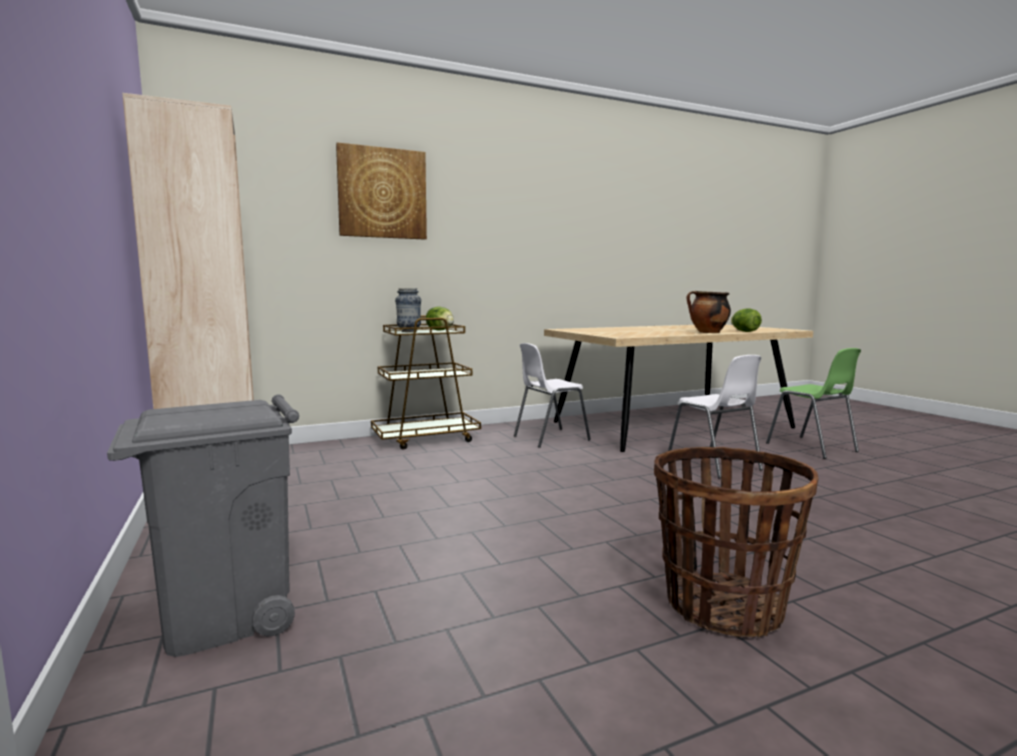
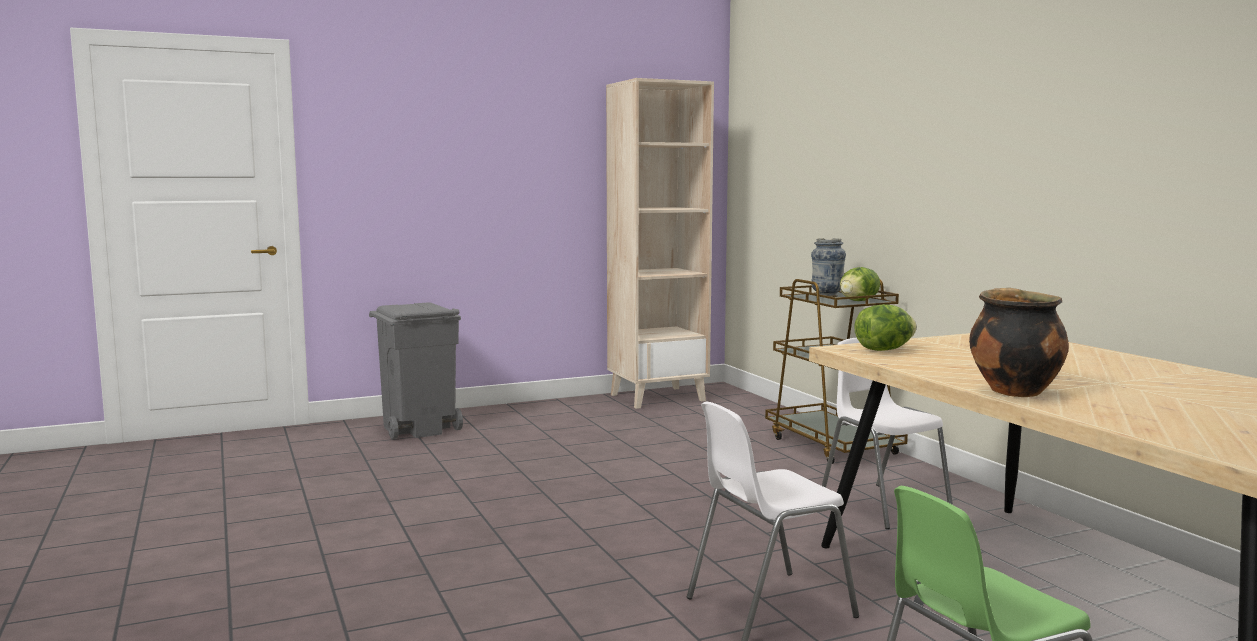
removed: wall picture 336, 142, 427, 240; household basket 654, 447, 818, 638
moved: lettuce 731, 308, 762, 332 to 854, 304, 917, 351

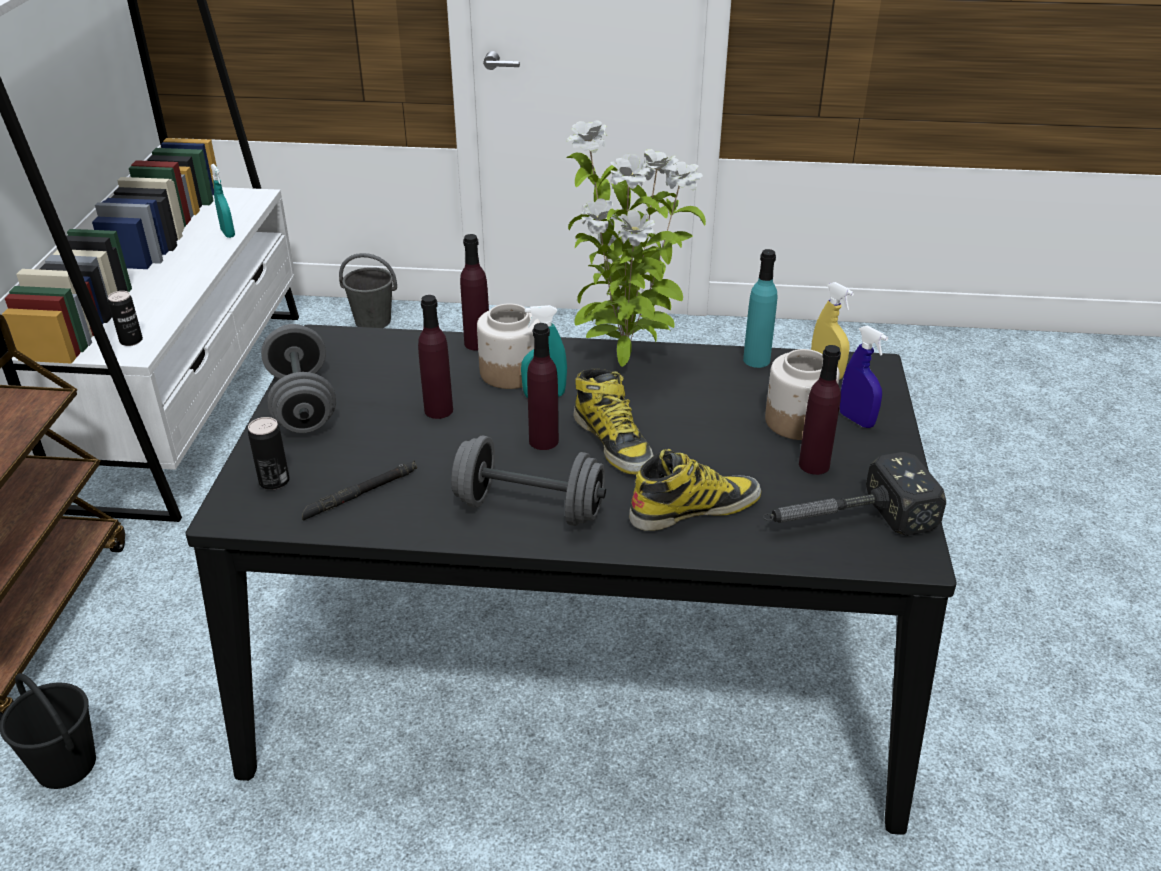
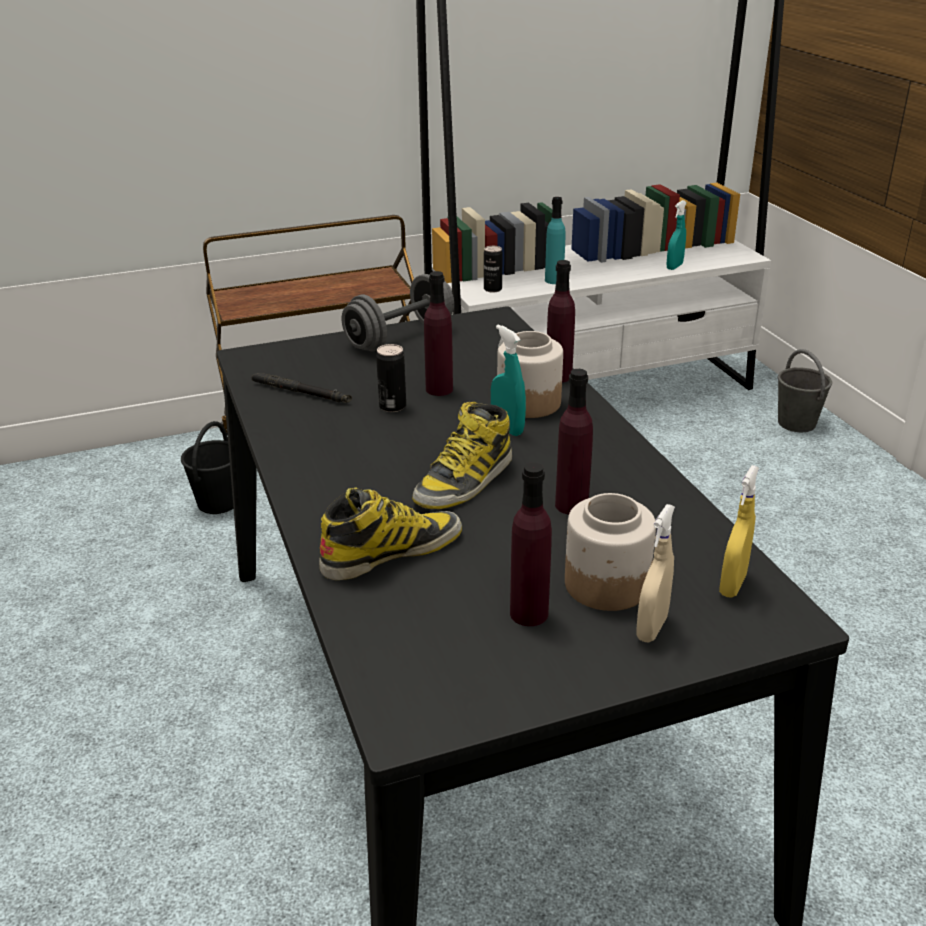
removed: potted plant 566, 120, 706, 367; dumbbell (grey) 451, 435, 606, 526; hand hammer 763, 452, 946, 536
moved: bottle (blue-green) 743, 249, 777, 368 to 545, 197, 565, 284; bottle (purplish) 527, 323, 559, 450 to 555, 369, 593, 514; metal can 248, 417, 290, 490 to 376, 344, 406, 412
recoloured: spray bottle (blue-coloured) 840, 325, 888, 428 to spray bottle (beige) 636, 504, 675, 642
turned: boot 629, 449, 761, 531 = 319, 487, 462, 580 75 degrees counterclockwise

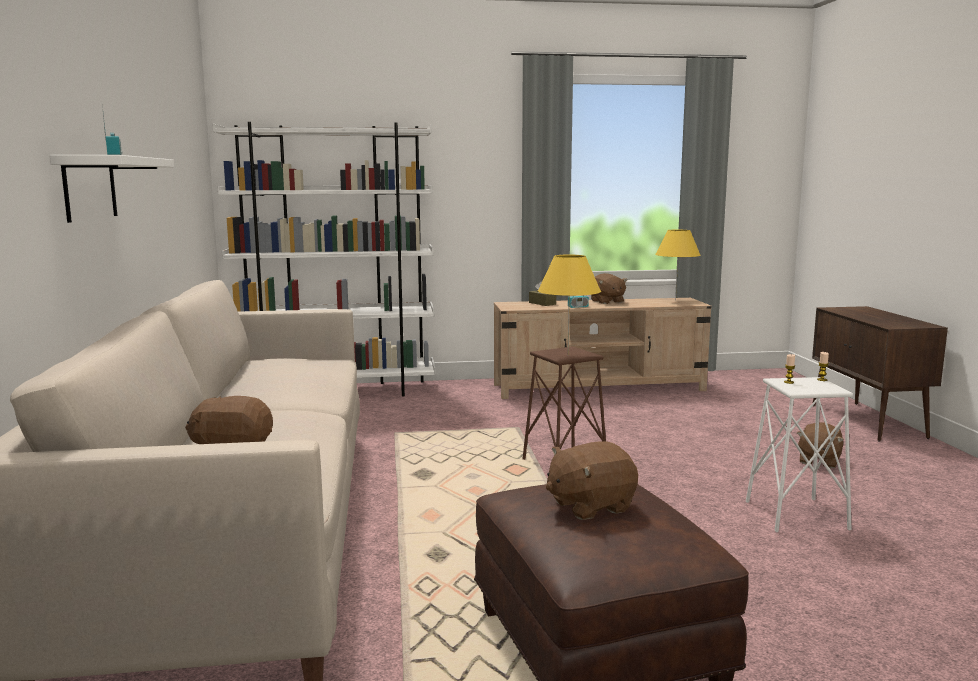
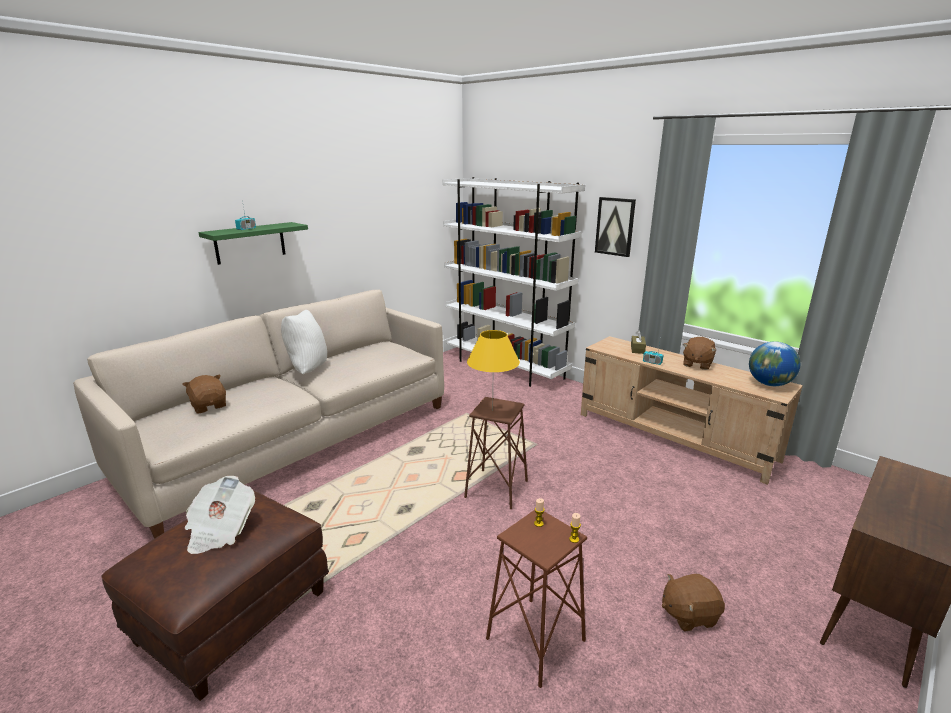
added: wall picture 595, 197, 636, 257; throw pillow (white) 281, 310, 327, 374
replaced: table lamp (yellowish) 655, 230, 701, 301 to world globe 749, 342, 800, 386; cuddly toy (brownish) 546, 442, 638, 520 to daily paper 185, 476, 255, 554
recoloured: shelf (white) 50, 155, 174, 223 to shelf (greenish) 199, 222, 308, 265; stool seat (white) 746, 377, 853, 532 to stool seat (brownish) 486, 510, 587, 688

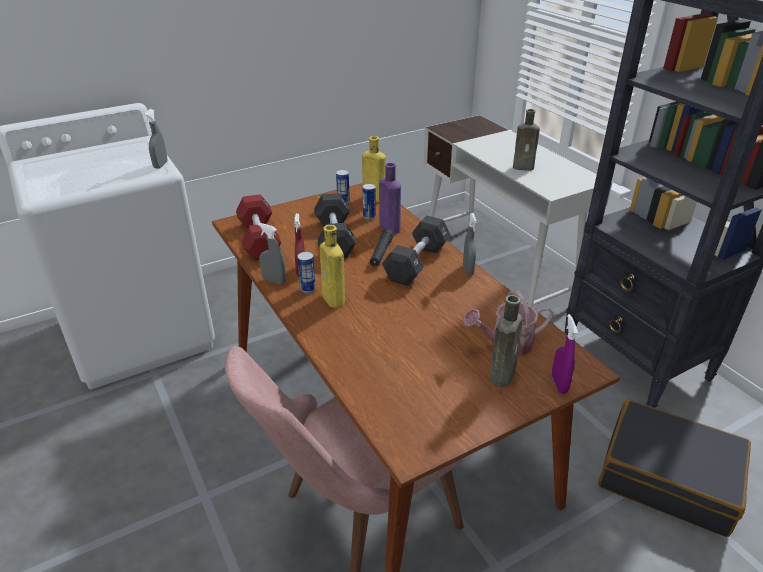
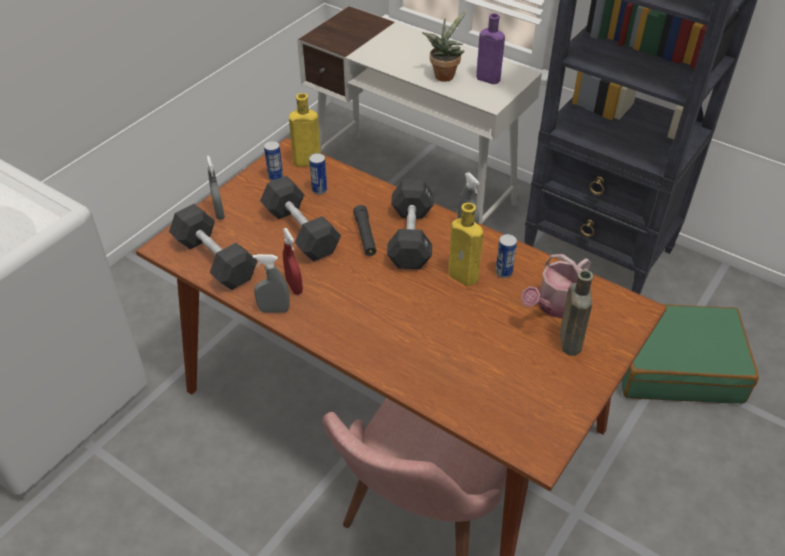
removed: spray bottle (purplish) 552, 314, 578, 394
moved: spray bottle (grey) 144, 109, 168, 169 to 206, 155, 225, 220; bottle (purplish) 379, 163, 401, 234 to 476, 13, 505, 84; bottle (yellowish) 320, 225, 345, 308 to 448, 203, 483, 286; metal can 297, 252, 316, 293 to 495, 234, 517, 278
replaced: bottle (brownish) 513, 109, 540, 171 to potted plant 422, 10, 467, 82
recoloured: dumbbell (red-coloured) 236, 194, 281, 261 to dumbbell (black-coloured) 169, 204, 258, 290; travel case (black-coloured) 598, 400, 751, 537 to travel case (greenish) 621, 304, 759, 404

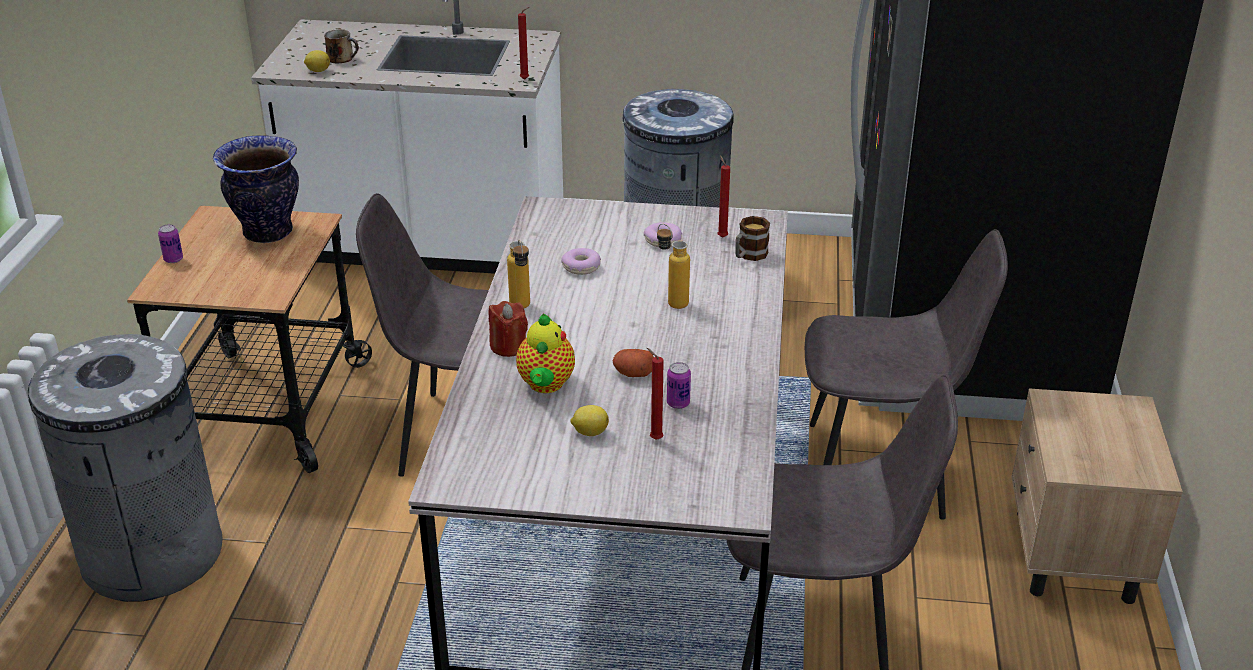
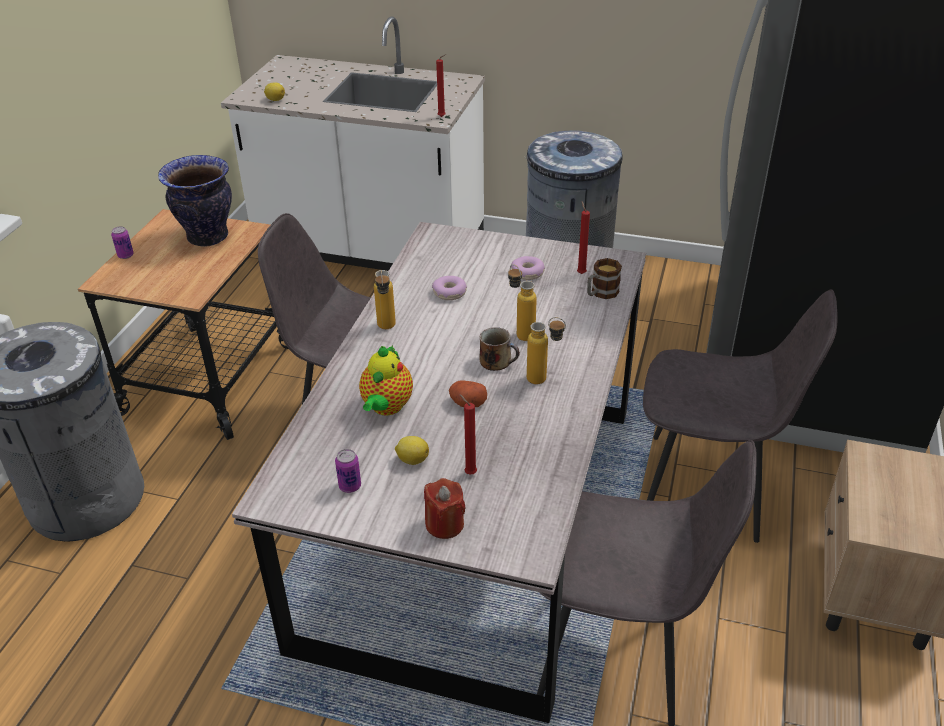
added: bottle 527, 317, 566, 384
moved: mug 324, 29, 359, 63 to 479, 327, 520, 371; wax candle (red-coloured) 488, 301, 528, 357 to 424, 478, 466, 539; metal can 667, 362, 691, 409 to 335, 449, 361, 493

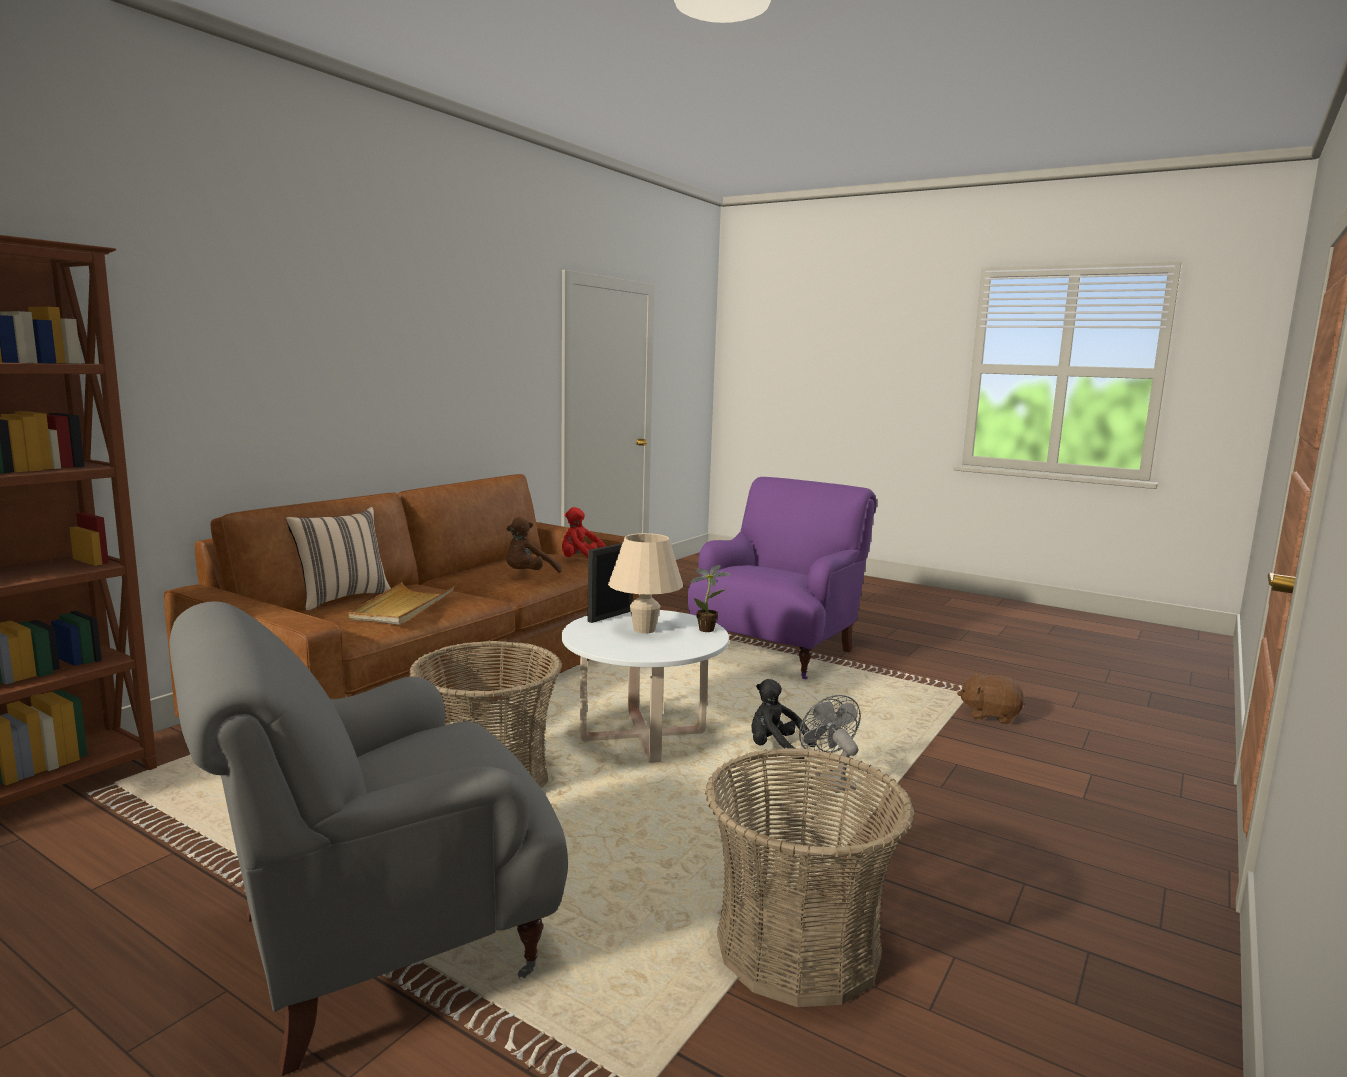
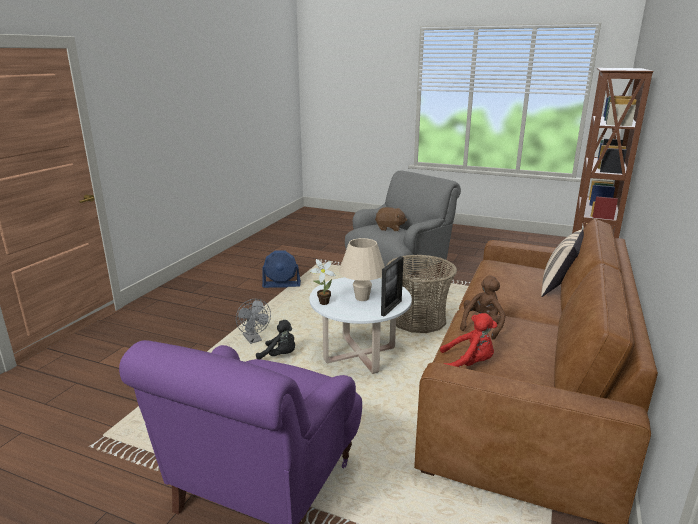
removed: carrying tray (beige) 349, 582, 454, 625
moved: cuddly toy (brownish) 957, 672, 1025, 725 to 375, 207, 407, 231
replaced: household basket 705, 748, 914, 1007 to fan (blue-coloured) 262, 251, 301, 288

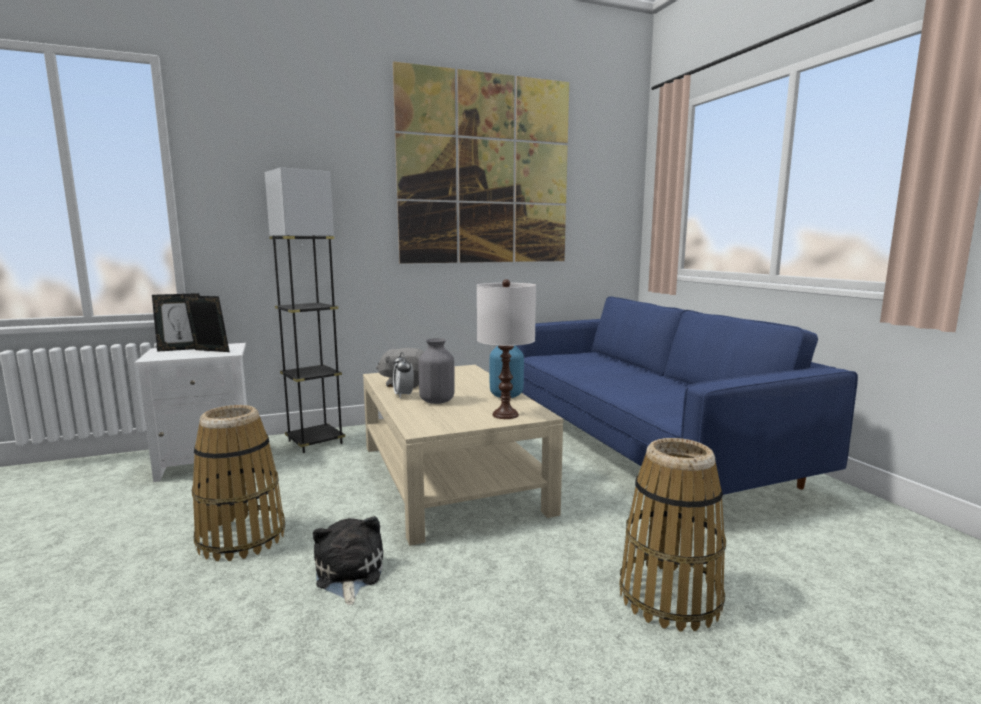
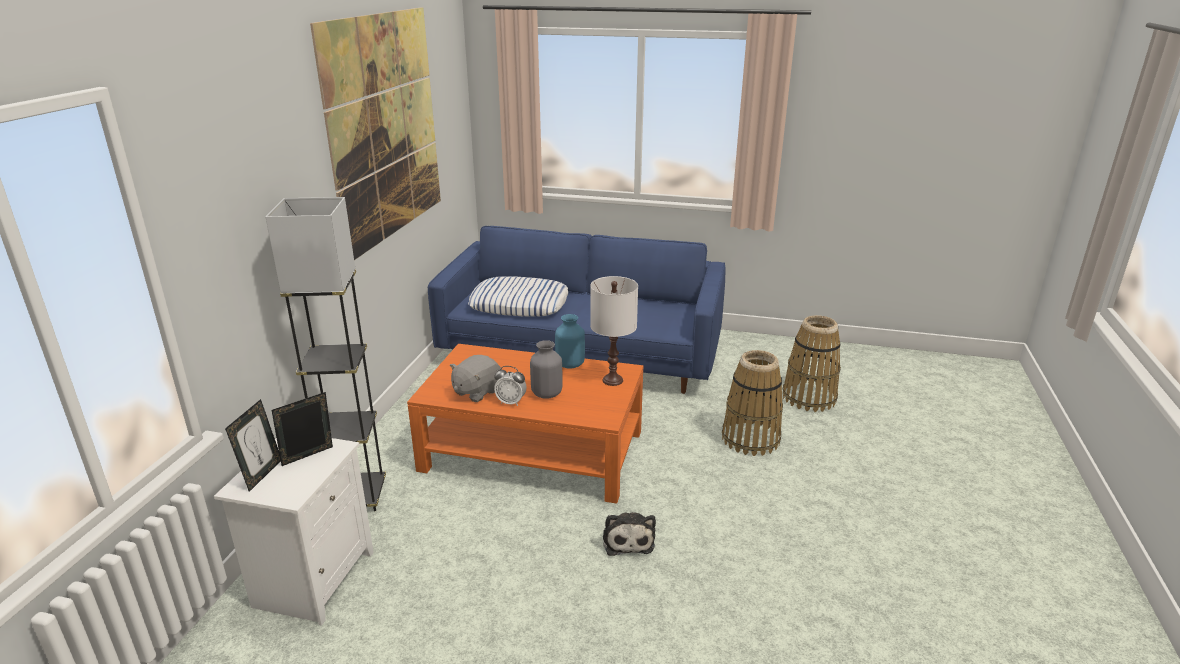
added: throw pillow 468, 276, 568, 316
moved: household basket 192, 405, 285, 561 to 782, 315, 841, 412
recoloured: lounge table (beige) 363, 365, 563, 546 to lounge table (orange-coloured) 407, 344, 643, 504
turned: cuddly toy 313, 516, 383, 605 = 603, 512, 656, 556 120 degrees counterclockwise

